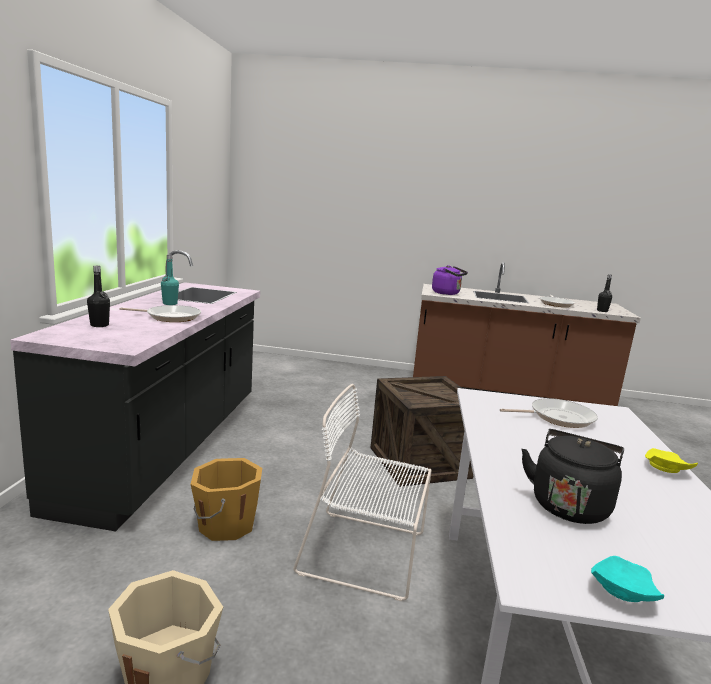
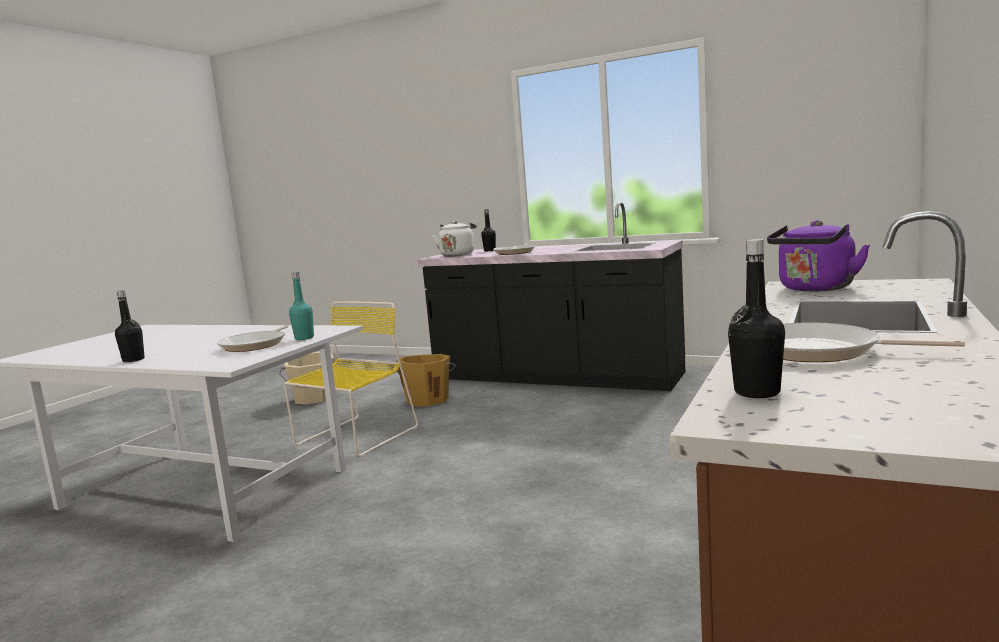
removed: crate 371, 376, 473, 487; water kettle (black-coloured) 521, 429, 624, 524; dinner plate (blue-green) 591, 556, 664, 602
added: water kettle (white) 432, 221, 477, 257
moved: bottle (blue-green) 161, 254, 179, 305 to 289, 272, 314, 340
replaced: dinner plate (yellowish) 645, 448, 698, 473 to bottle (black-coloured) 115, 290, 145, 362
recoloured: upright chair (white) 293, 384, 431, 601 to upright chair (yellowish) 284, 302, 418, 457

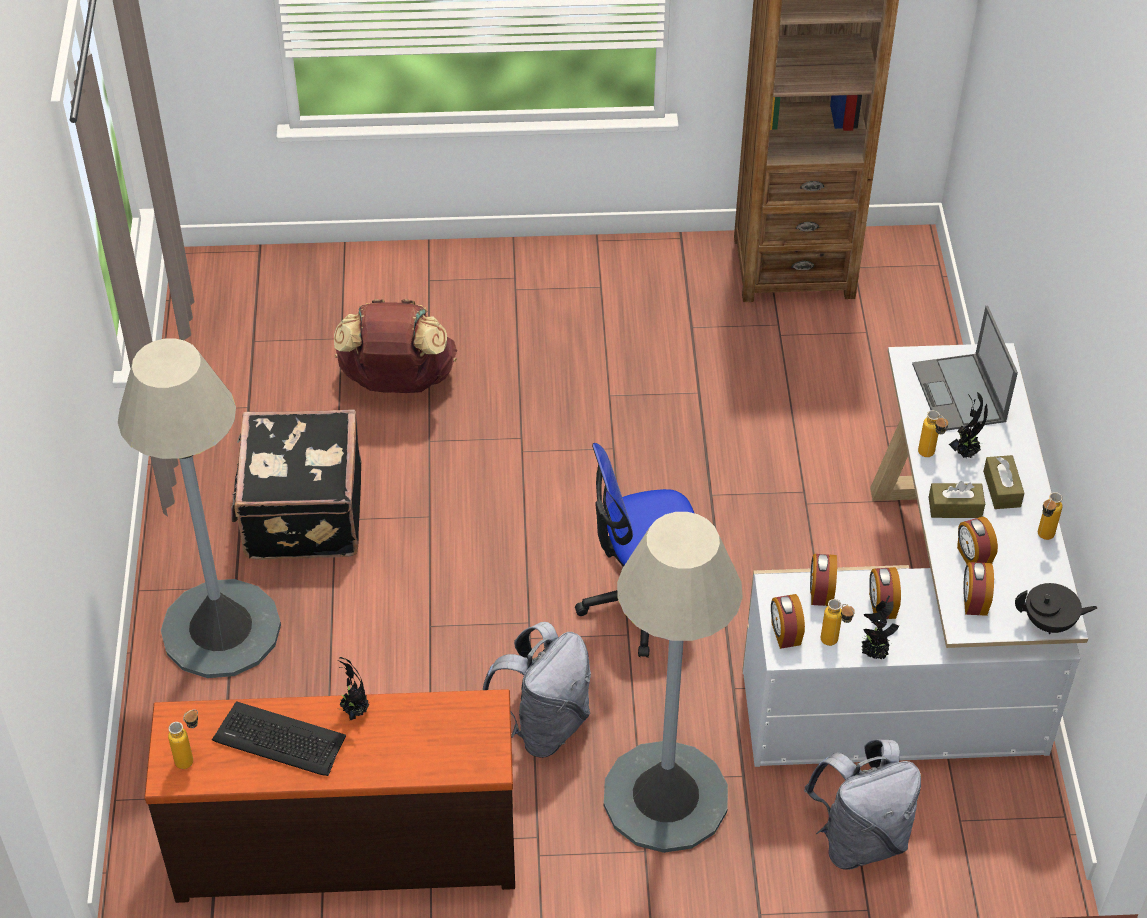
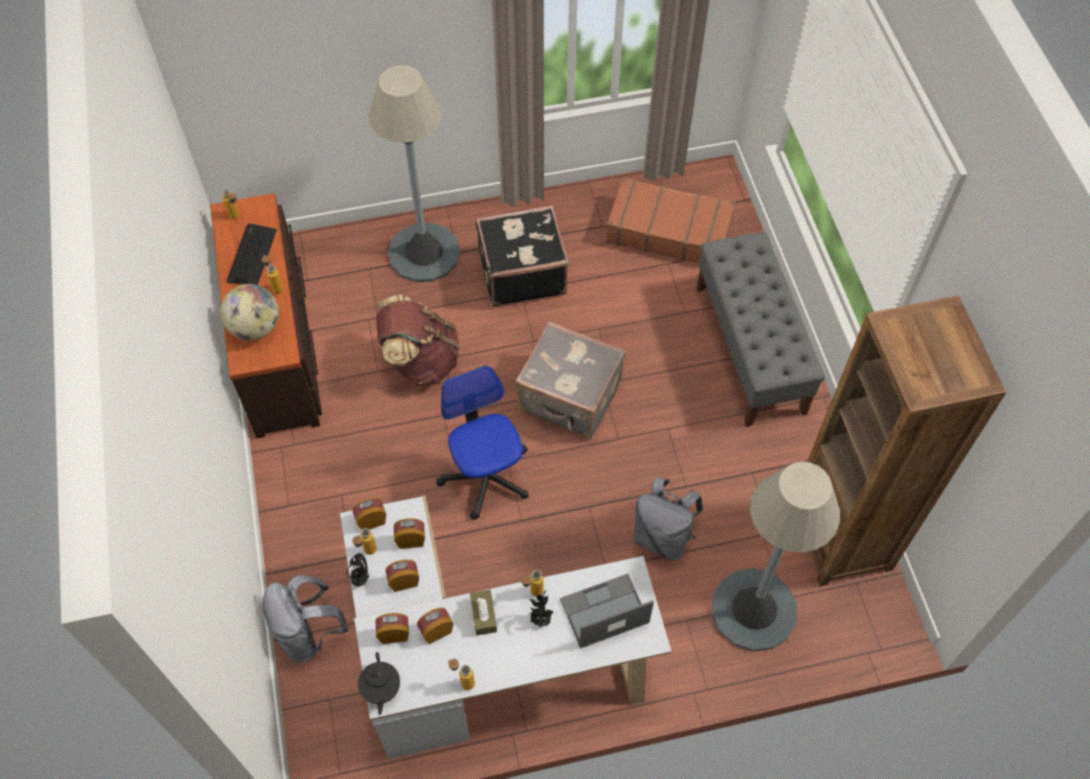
removed: tissue holder (brownish) 983, 455, 1025, 509
added: travel case (brownish) 606, 177, 735, 264; indoor bench (grey) 696, 232, 825, 427; world globe 221, 284, 279, 340; travel case (grey) 515, 322, 625, 439
moved: rucksack (brownish) 334, 299, 457, 393 to 376, 295, 460, 386; standing lamp (grey) 604, 512, 743, 853 to 712, 462, 840, 651; rucksack (grey) 483, 622, 591, 758 to 633, 478, 703, 561
replaced: potted plant 338, 657, 370, 720 to bottle 262, 254, 283, 294

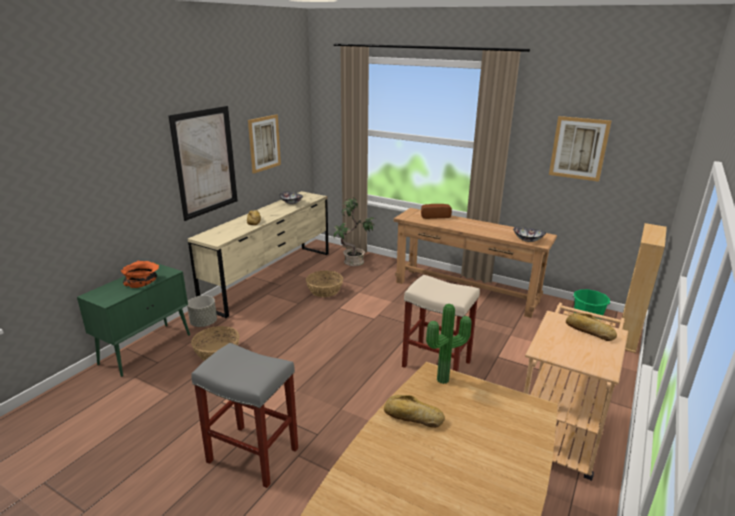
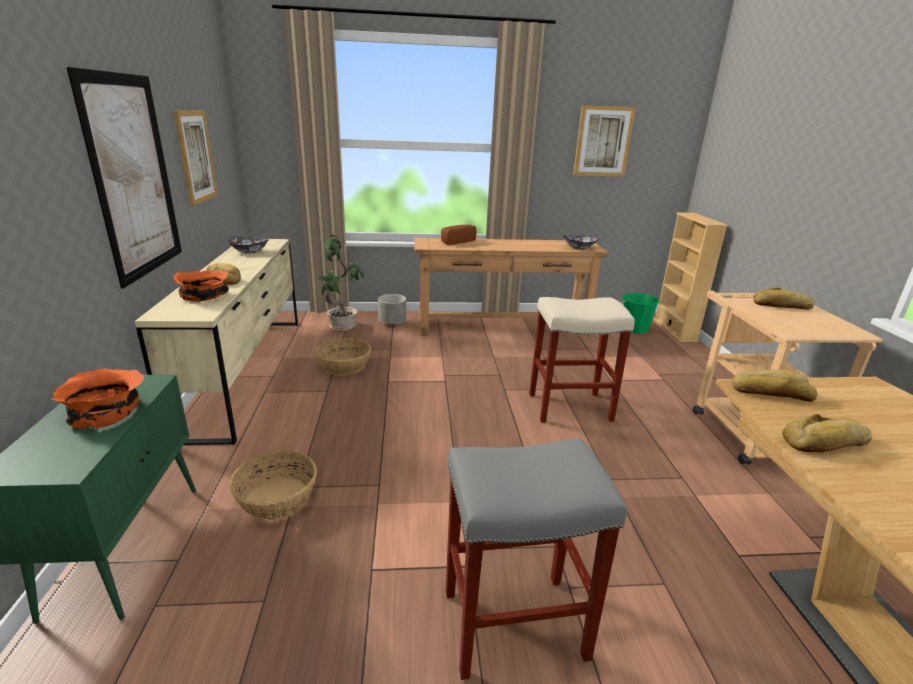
added: serving bowl (orange-coloured) 174, 270, 229, 302
moved: planter (grey) 187, 295, 217, 327 to 378, 294, 406, 326
replaced: potted plant 426, 304, 471, 384 to baked bread 732, 370, 817, 402

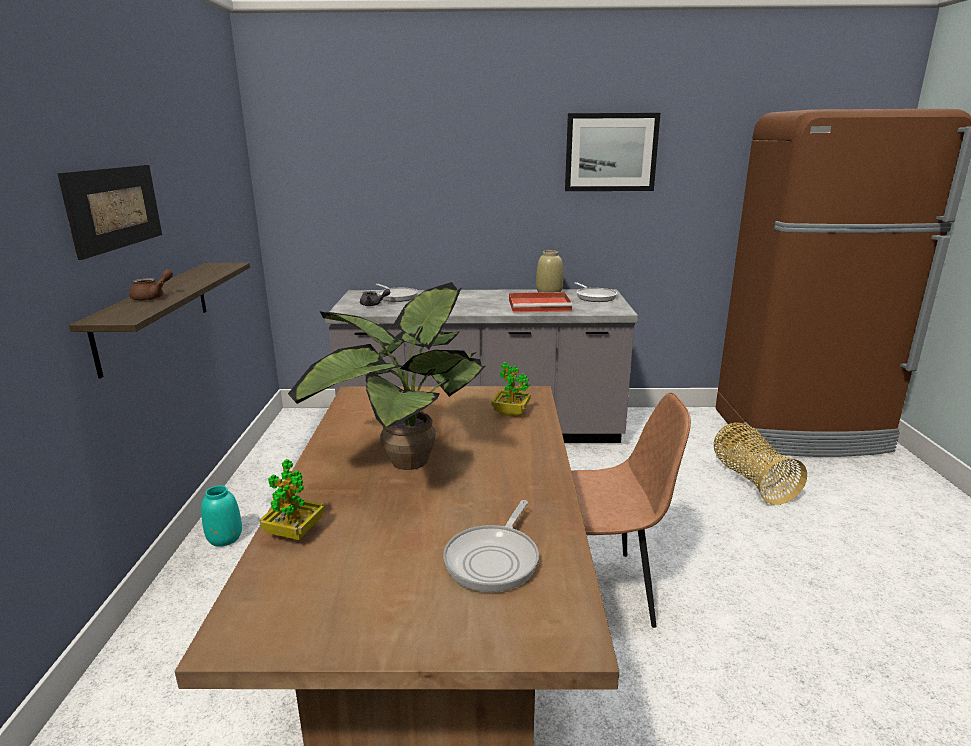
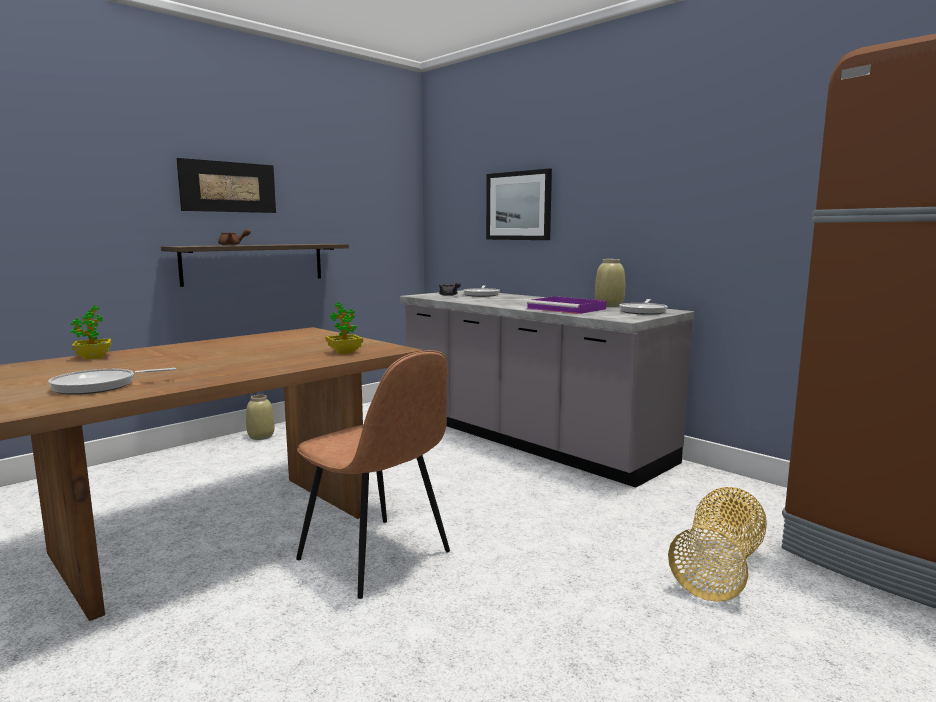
removed: potted plant 288, 282, 485, 470
moved: wall picture 565, 113, 661, 191 to 486, 169, 552, 240
recoloured: carrying tray (red-coloured) 509, 292, 572, 312 to carrying tray (purplish) 526, 296, 606, 314; vase (blue-green) 201, 486, 242, 547 to vase (beige) 246, 395, 275, 440

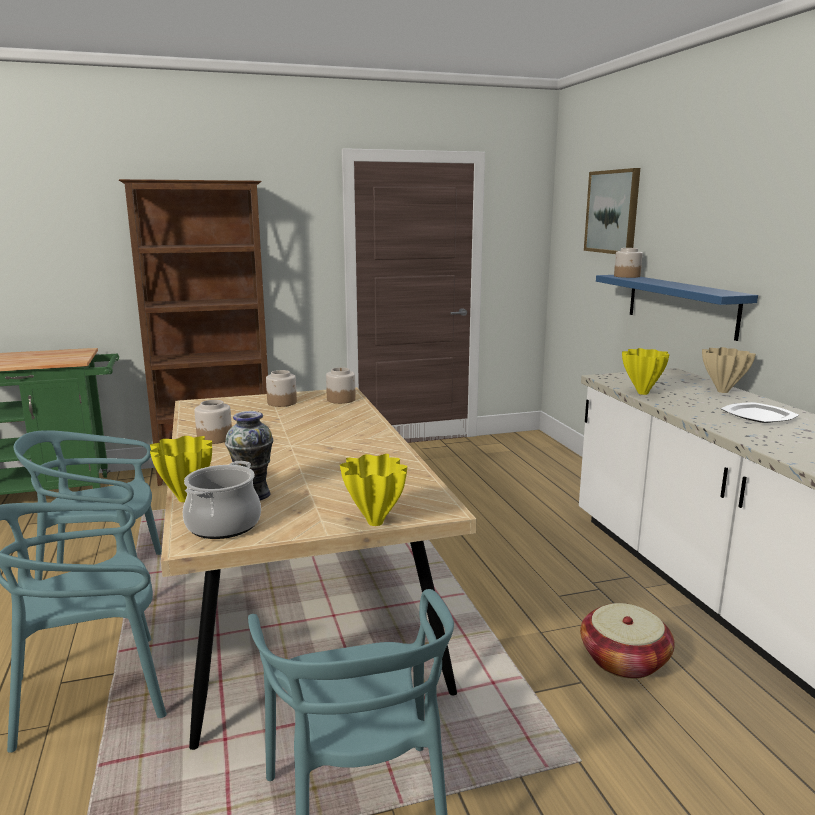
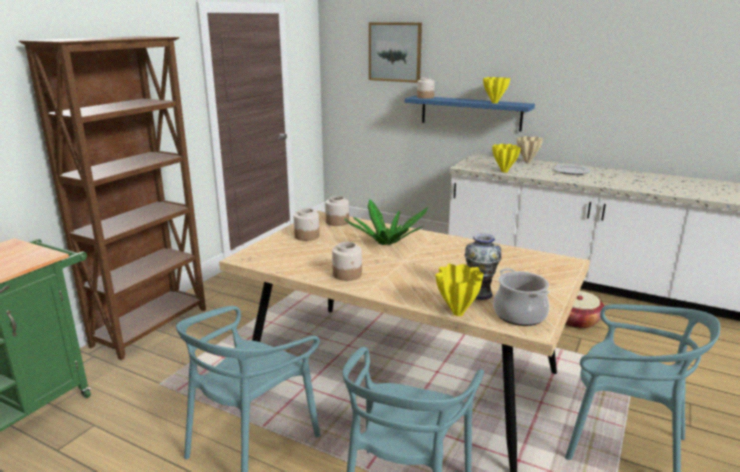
added: potted plant 345, 199, 428, 245
moved: vase (yellowish) 340, 454, 407, 526 to 483, 77, 510, 103

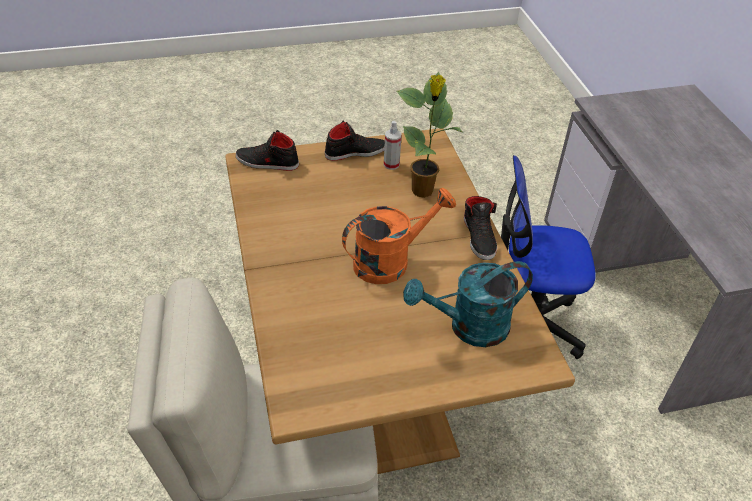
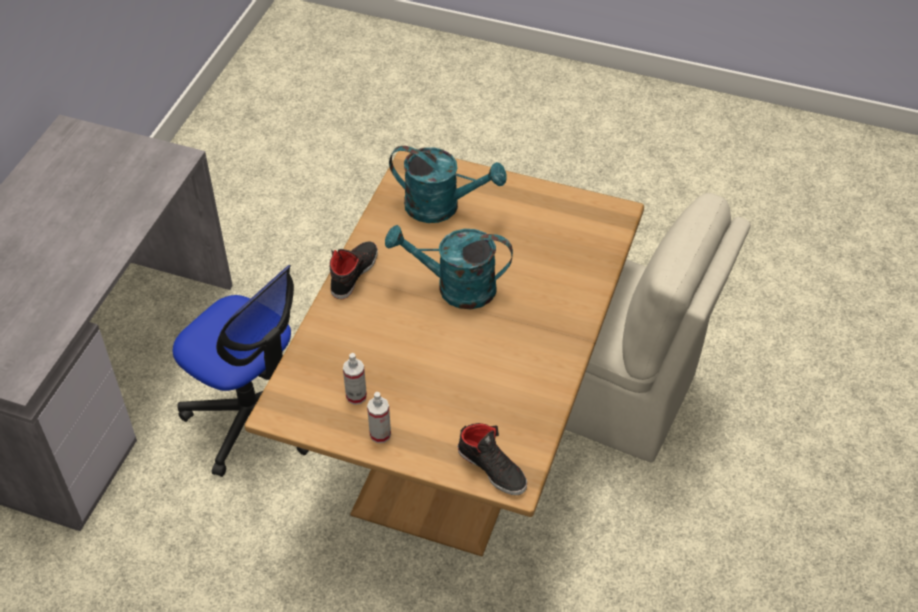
removed: potted plant 397, 72, 464, 198
replaced: low shoe (black-coloured) 325, 120, 385, 161 to spray bottle 367, 392, 391, 443
recoloured: sprinkling can (orange-coloured) 342, 188, 456, 284 to sprinkling can (blue-green) 385, 225, 513, 309

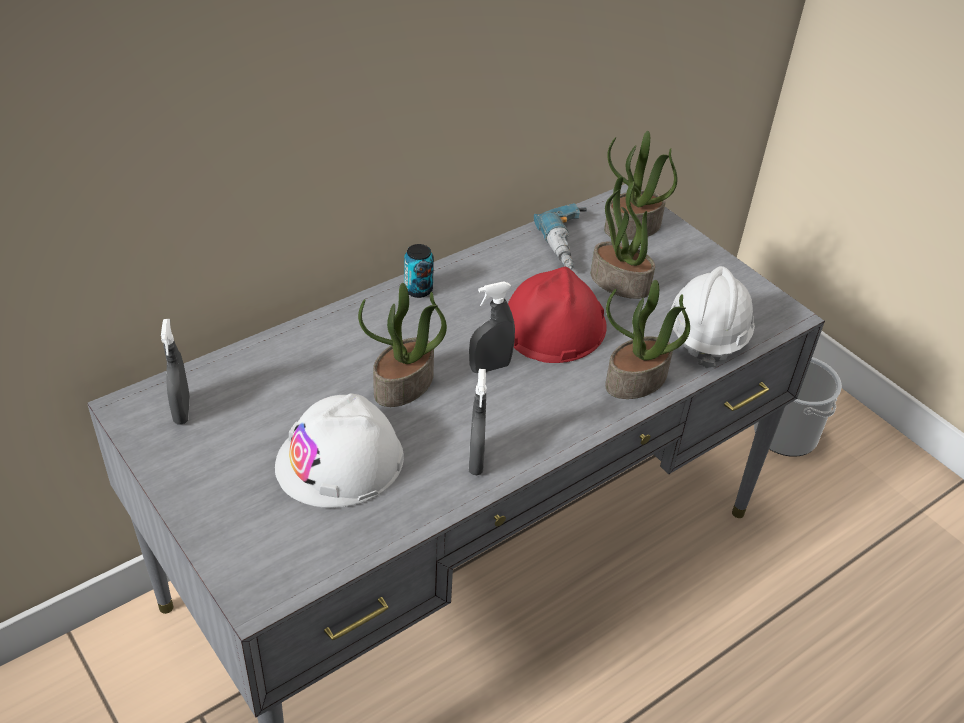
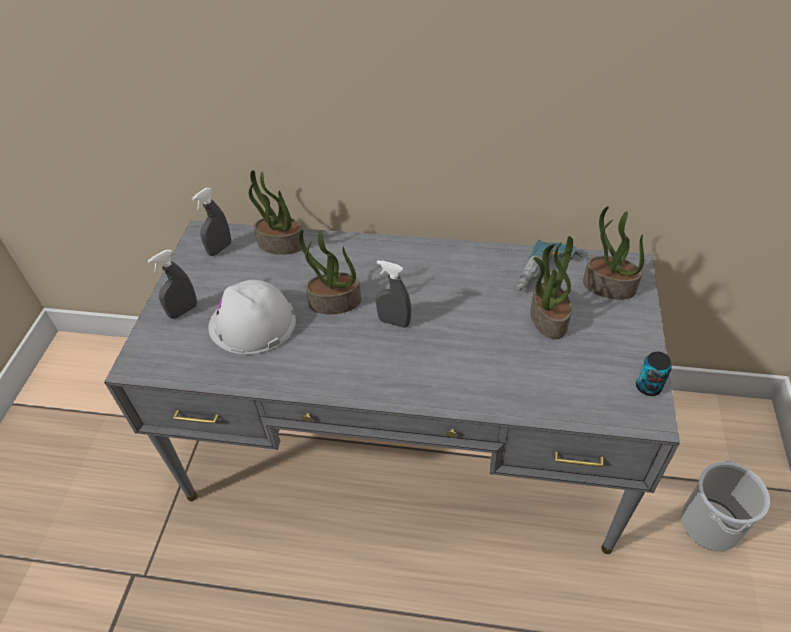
removed: work helmet (white) 670, 266, 755, 368; work helmet (red-coloured) 508, 267, 607, 363
moved: metal can 404, 244, 434, 298 to 636, 352, 672, 396; potted plant 605, 280, 690, 399 to 249, 170, 305, 255; spray bottle (grey) 469, 369, 487, 475 to 147, 250, 197, 319

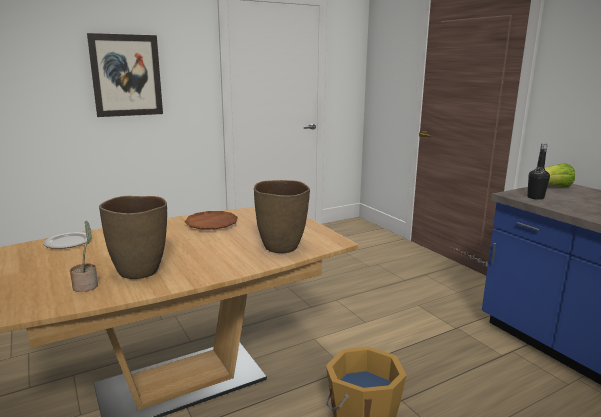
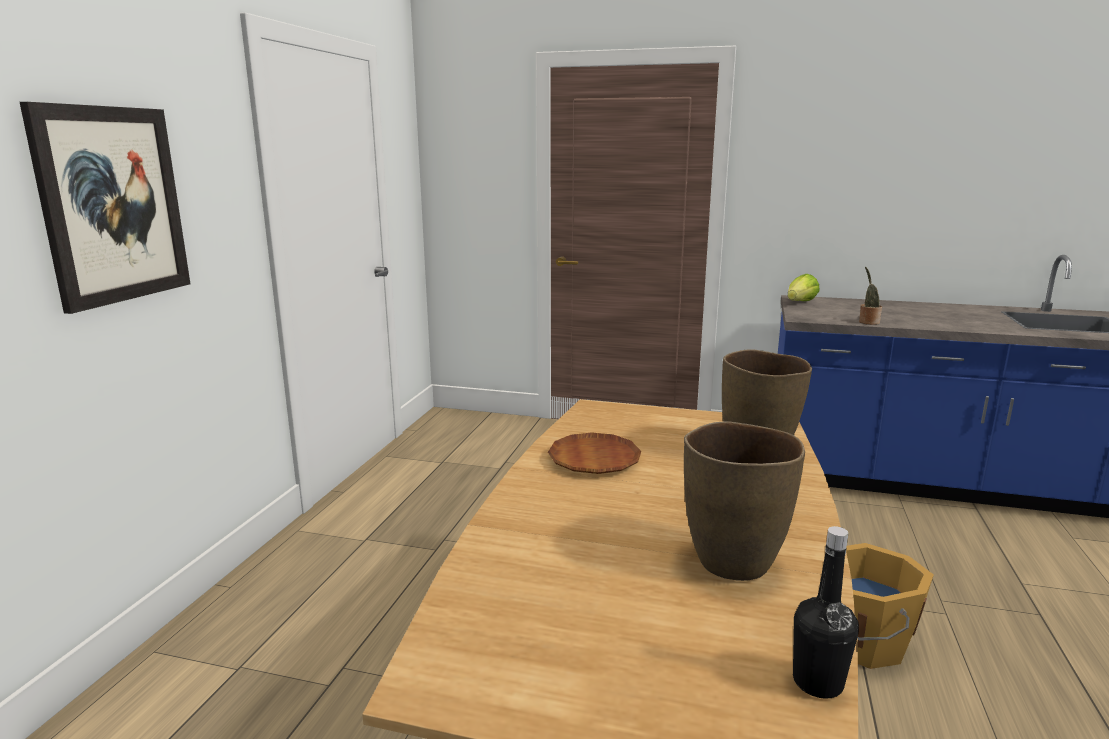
removed: dinner plate 43, 232, 92, 249
moved: bottle (black-coloured) 527, 143, 550, 200 to 793, 526, 859, 699; potted plant 70, 221, 98, 292 to 859, 267, 882, 325

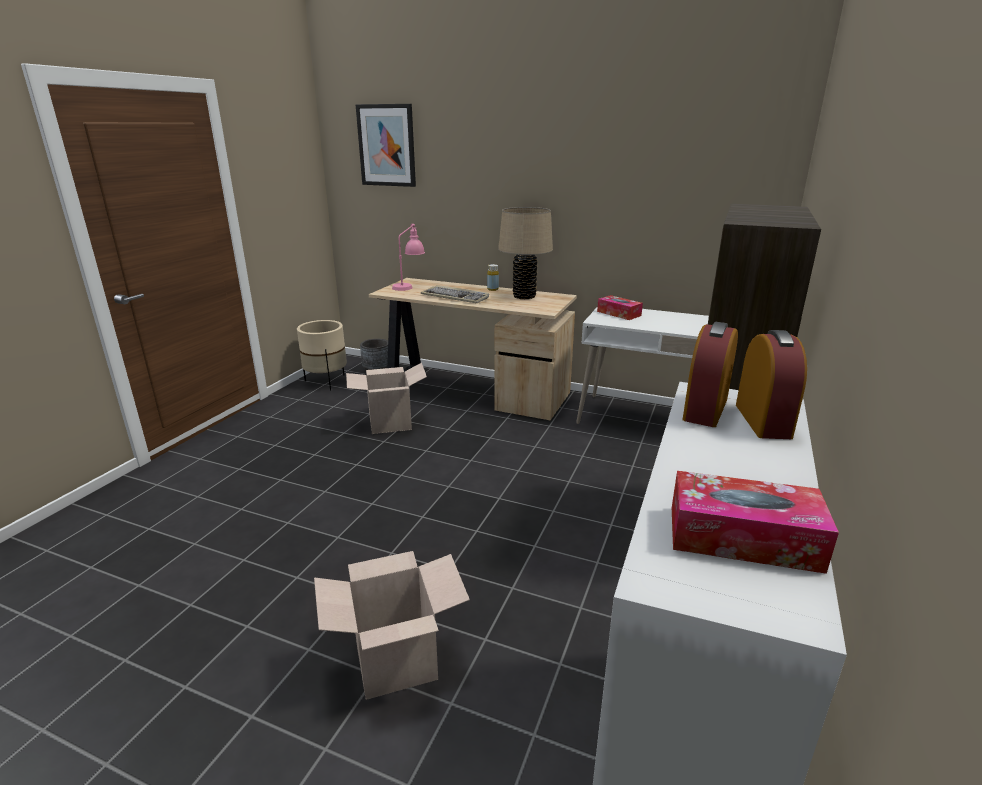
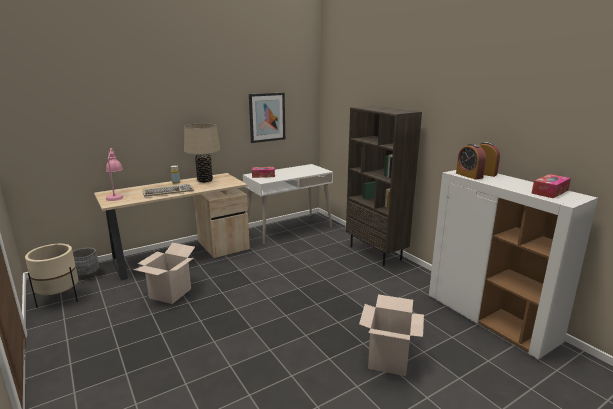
moved: wall picture 356, 104, 416, 187 to 249, 92, 285, 143

